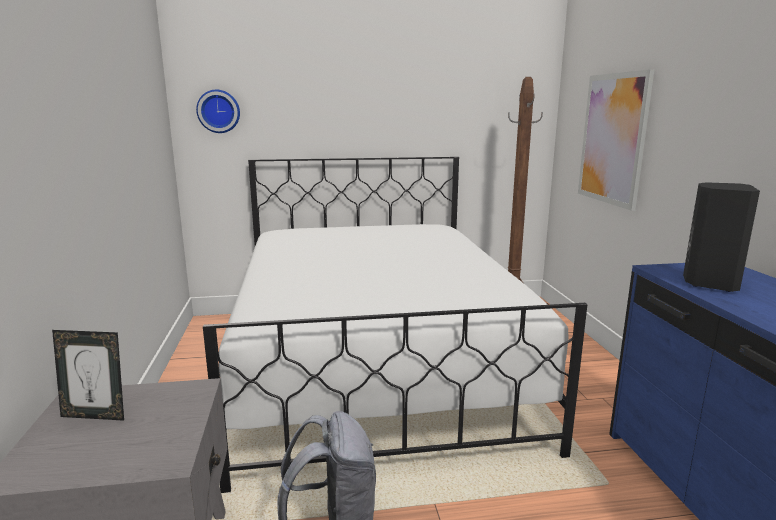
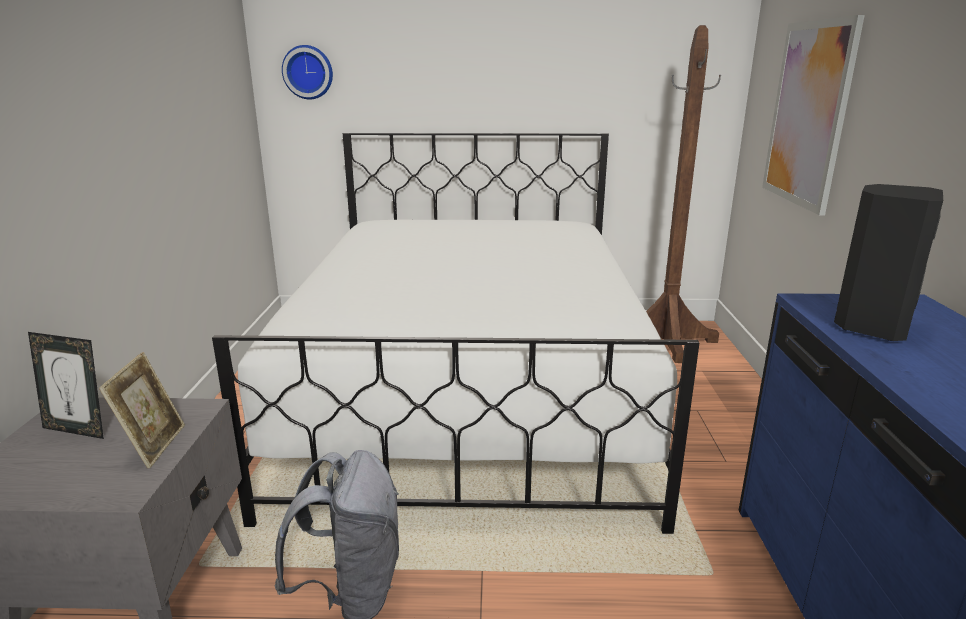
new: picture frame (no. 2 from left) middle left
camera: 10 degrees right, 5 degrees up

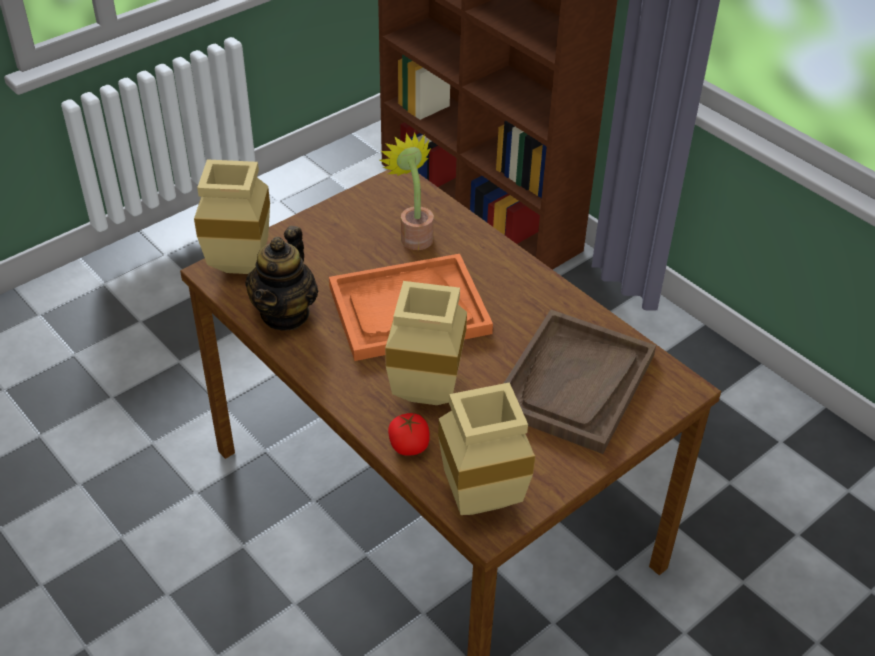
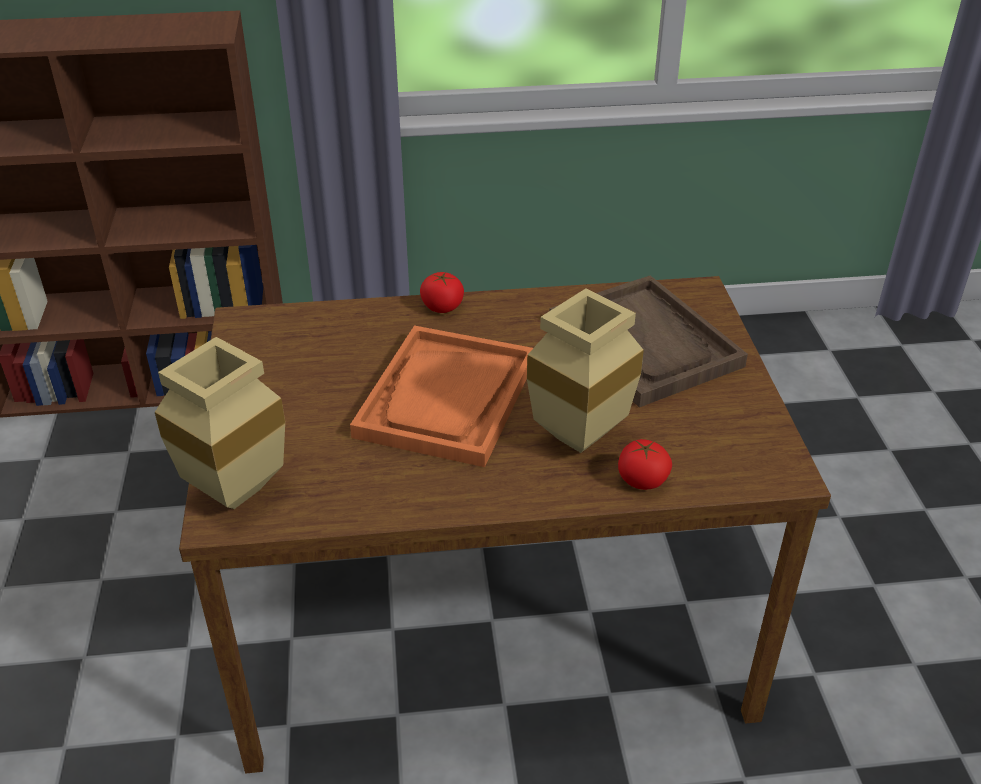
gone: teapot middle left; potted plant top centre; vase in beige (no. 3 from left) bottom centre
new: tomato (no. 1 from left) centre
camera: 55 degrees left, 5 degrees down

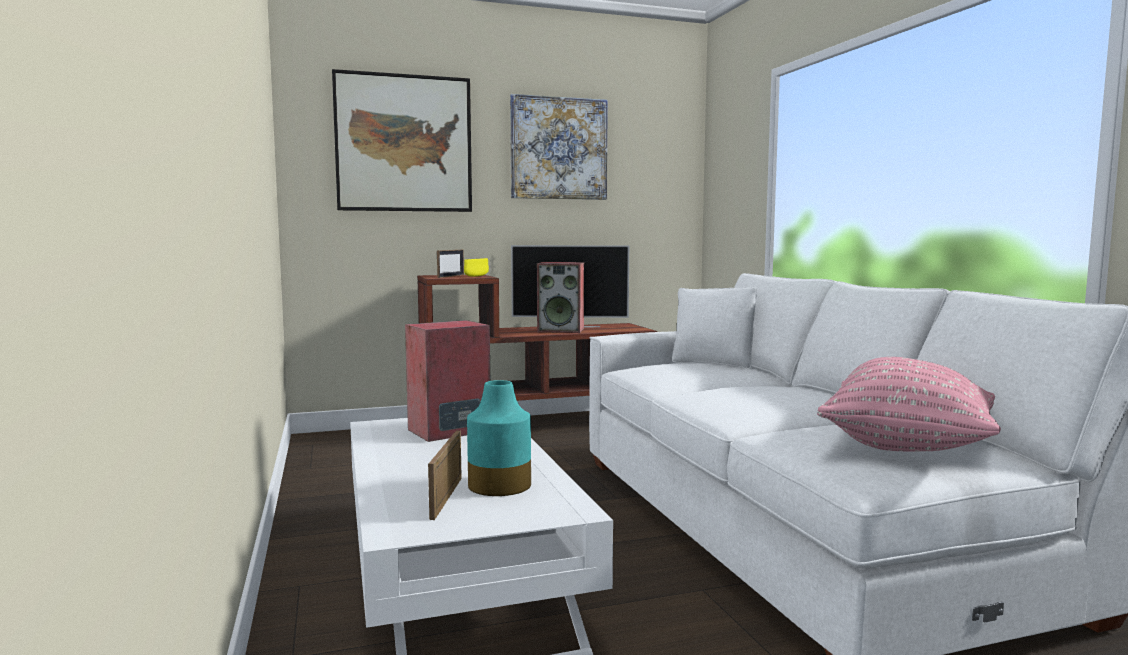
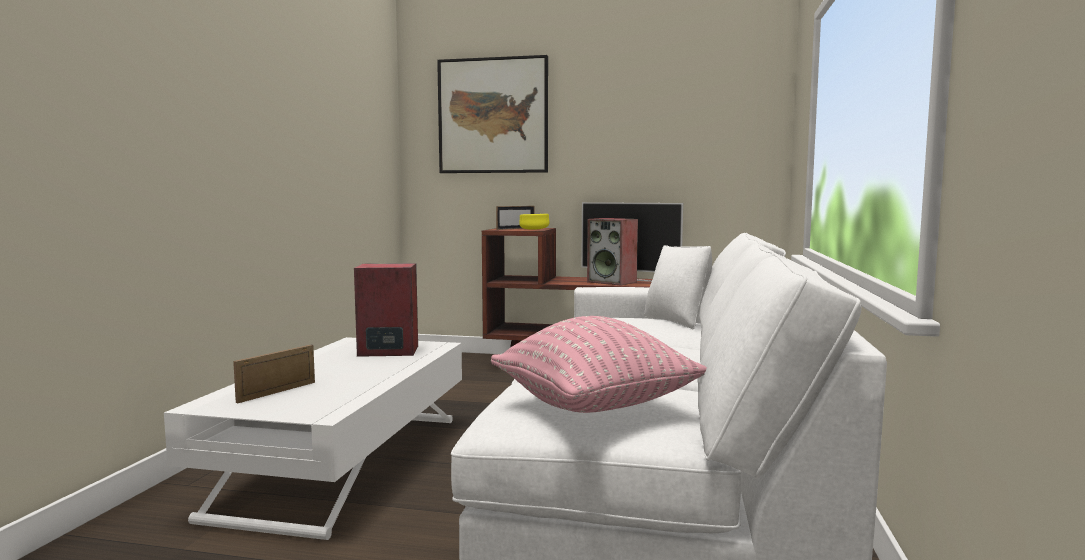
gone: vase in turquoise bottom centre; picture (no. 2 from left) top centre
camera: 30 degrees right, 0 degrees up

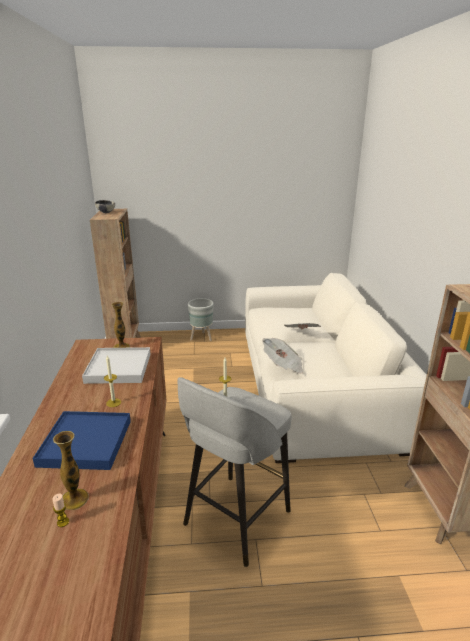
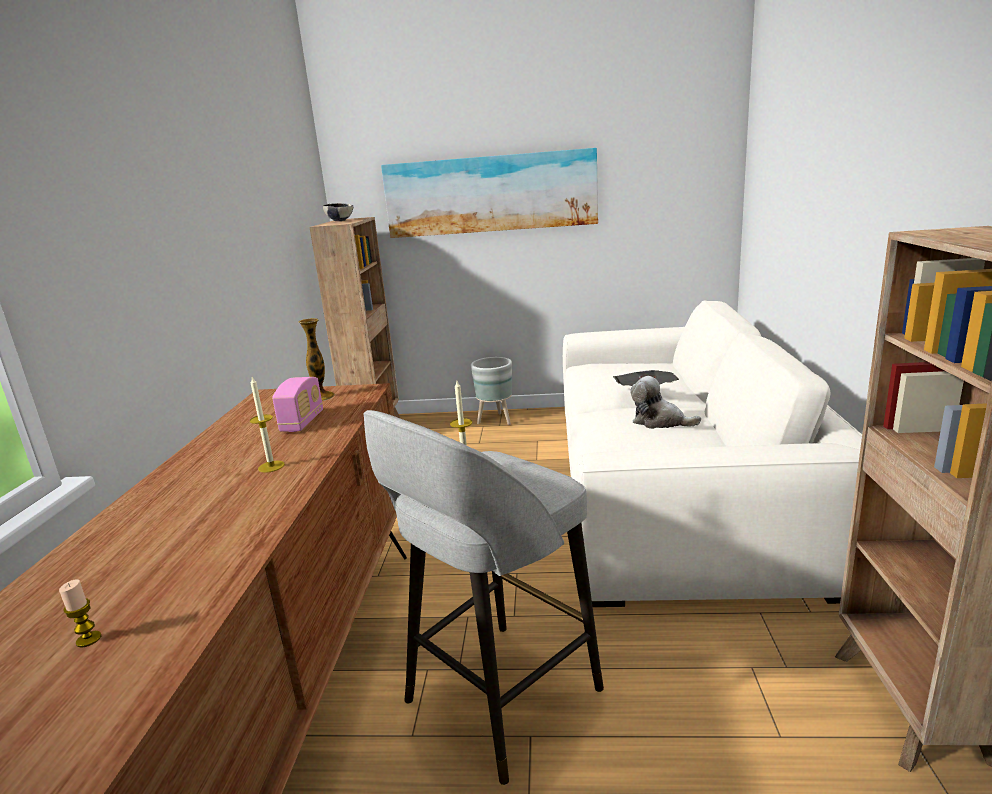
gone: tray in blue bottom left; vase (no. 1 from left) bottom left; newspaper (no. 1 from left) centre
new: picture top centre; plush toy middle right
swapped: tray in white middle left to radio middle left
camera: 10 degrees right, 5 degrees down

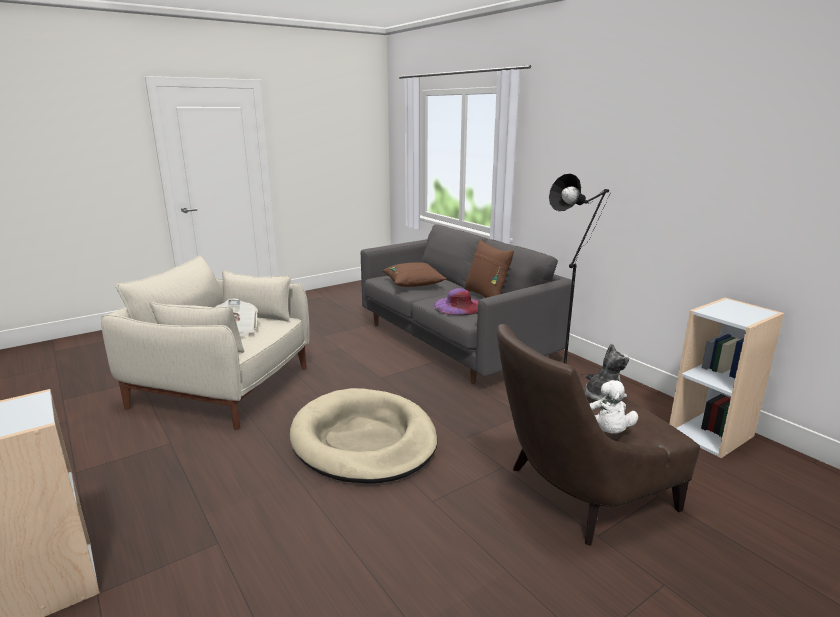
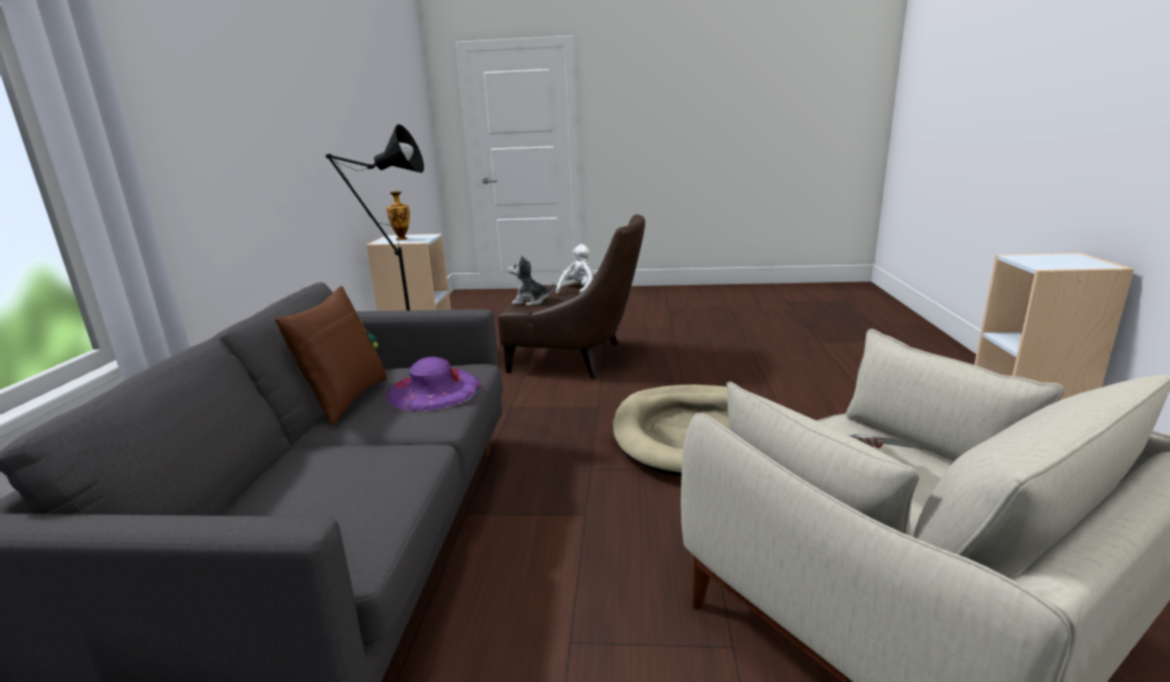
gone: pillow in brown (no. 1 from left) centre
new: vase top centre
camera: 140 degrees left, 0 degrees up

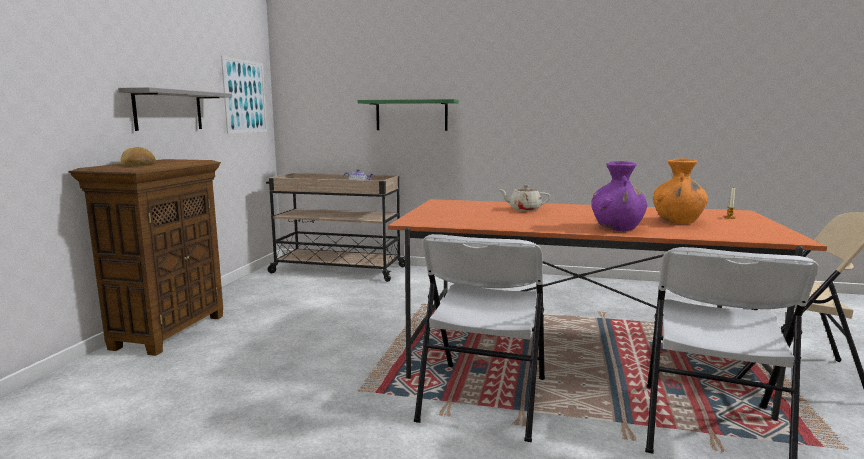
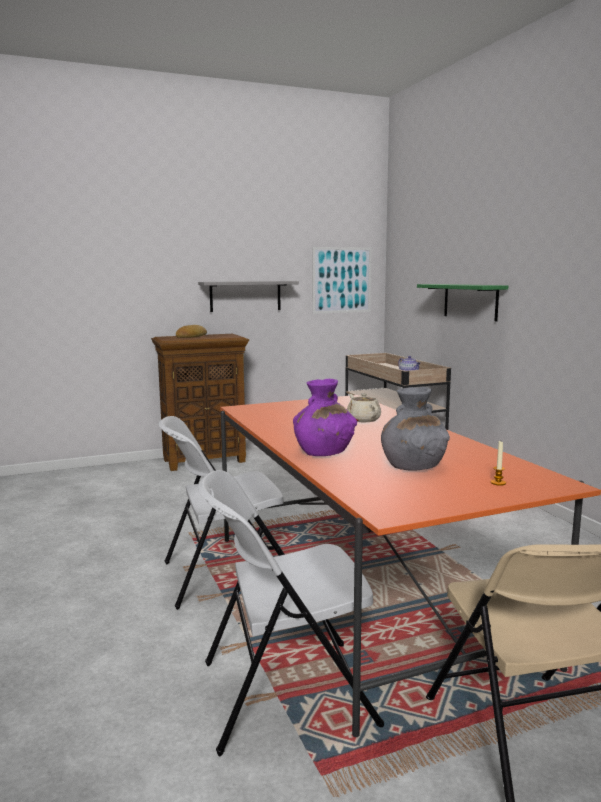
repainted: vase in orange middle right to vase in grey middle right
camera: 55 degrees right, 0 degrees up

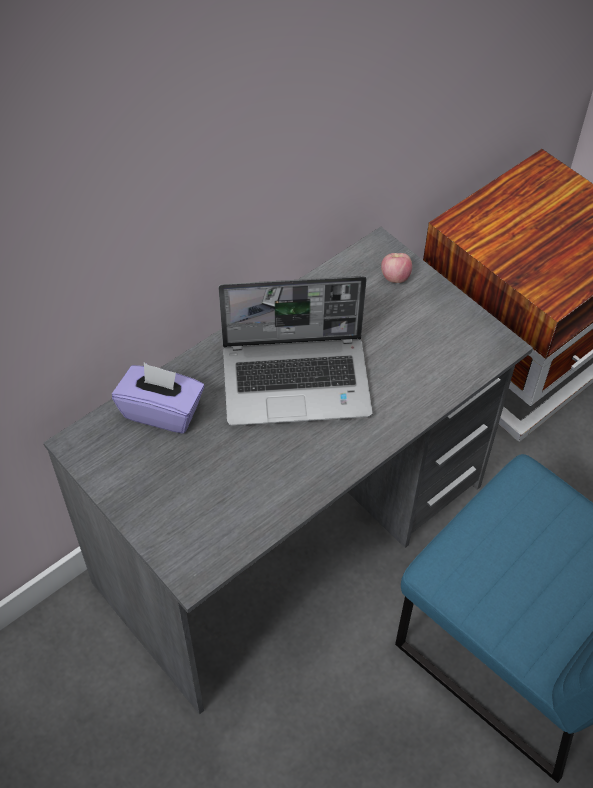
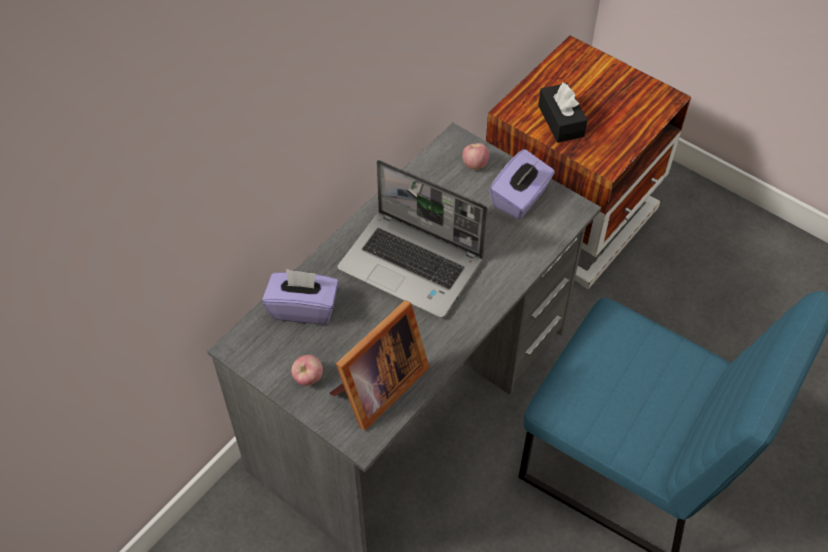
new: apple (no. 1 from left) bottom centre; picture frame centre; tissue box in purple (no. 2 from left) centre; tissue box in black top right
rotated: laptop centre = centre 45 degrees clockwise
camera: 10 degrees left, 0 degrees up

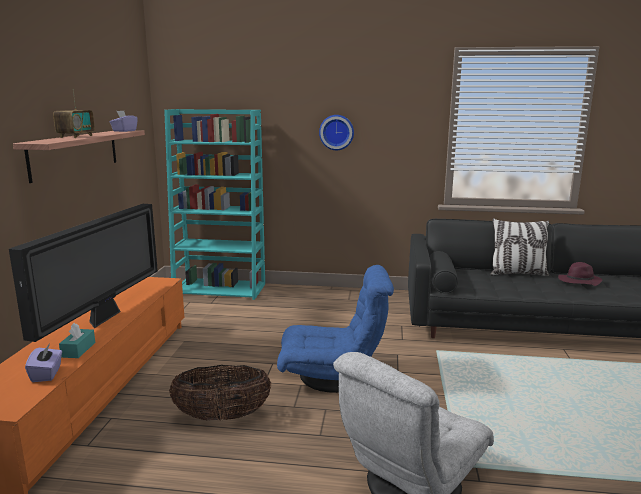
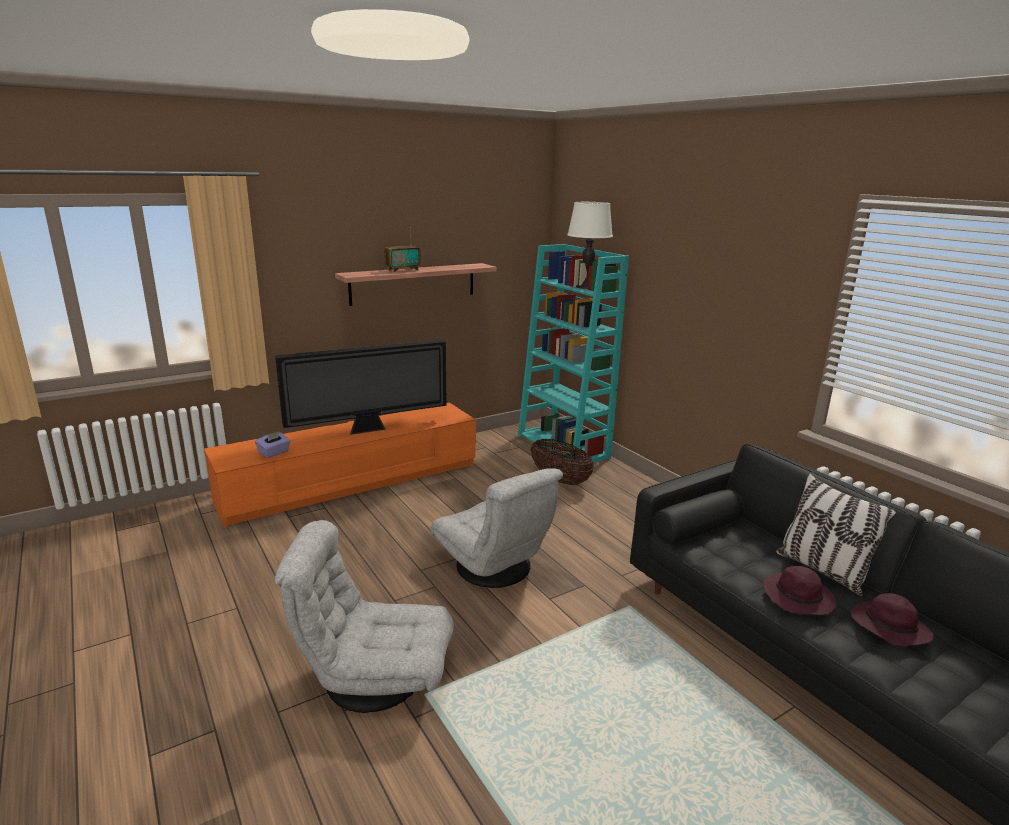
gone: tissue box in turquoise bottom left; tissue box in purple (no. 2 from left) top left; wall clock top centre
new: table lamp in white top centre; hat in purple (no. 1 from left) bottom right
shifted: basket bottom centre to centre
repainted: armchair in blue centre to armchair in grey (no. 2 from left) centre
camera: 50 degrees right, 5 degrees up

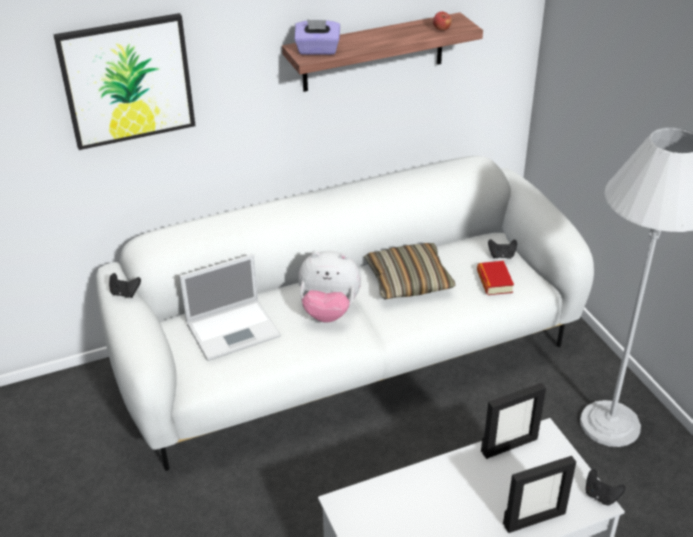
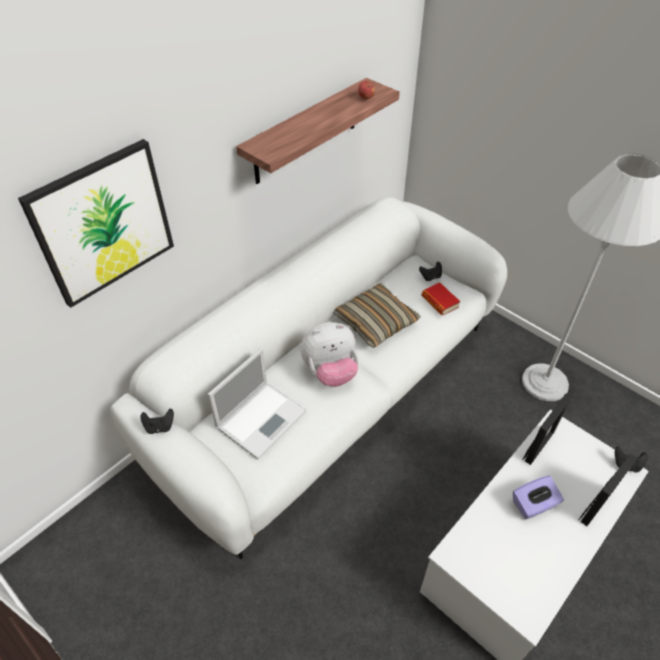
shifted: tissue box in purple top centre to bottom right
camera: 25 degrees left, 10 degrees up

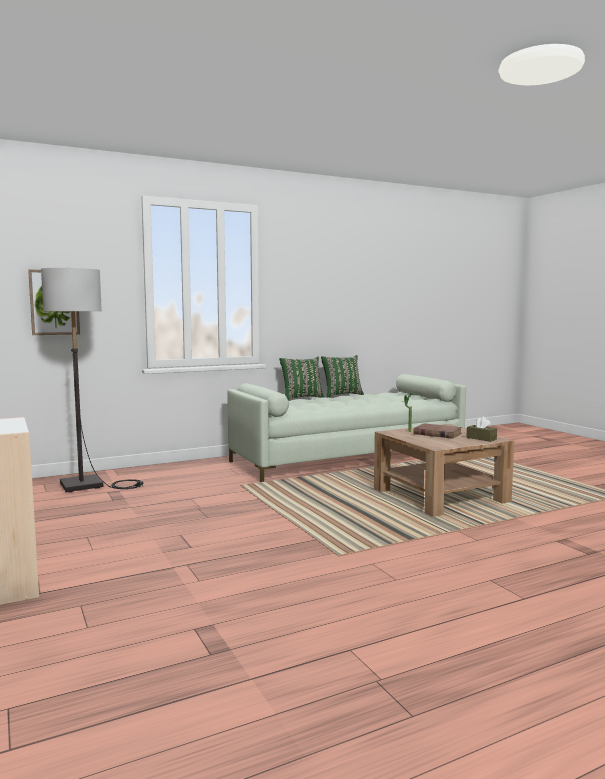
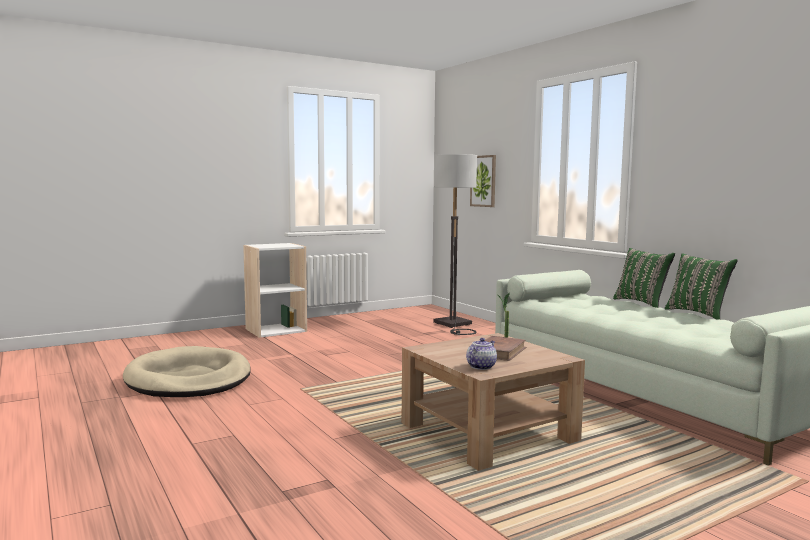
new: dog bed in beige bottom left
swapped: tissue box in brown middle right to teapot centre
camera: 85 degrees right, 0 degrees up

